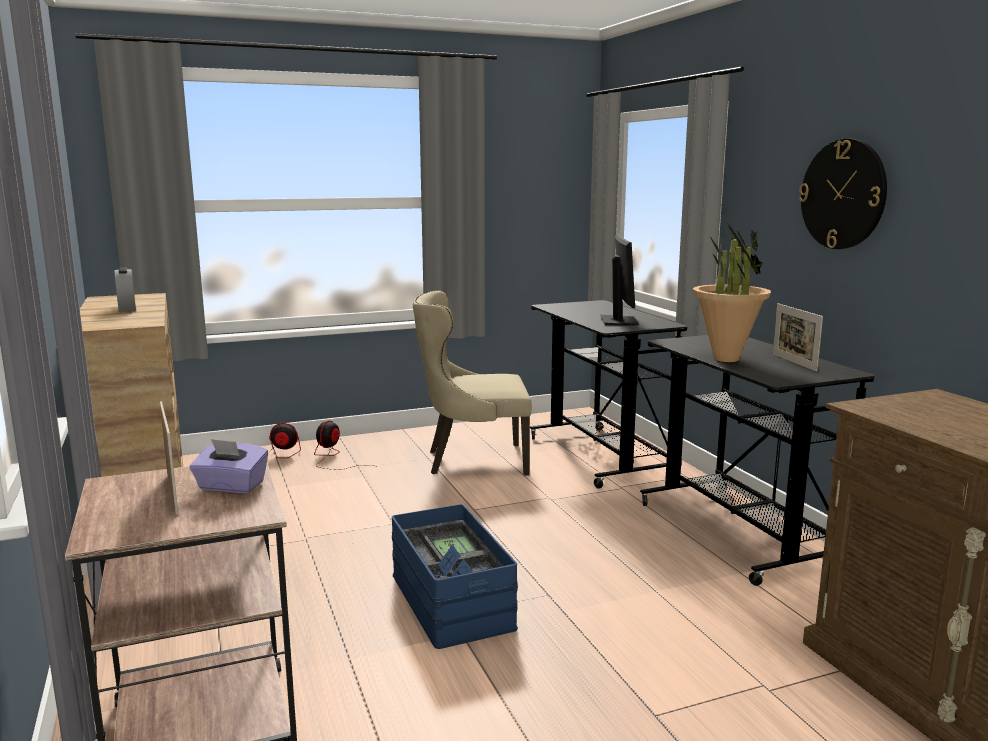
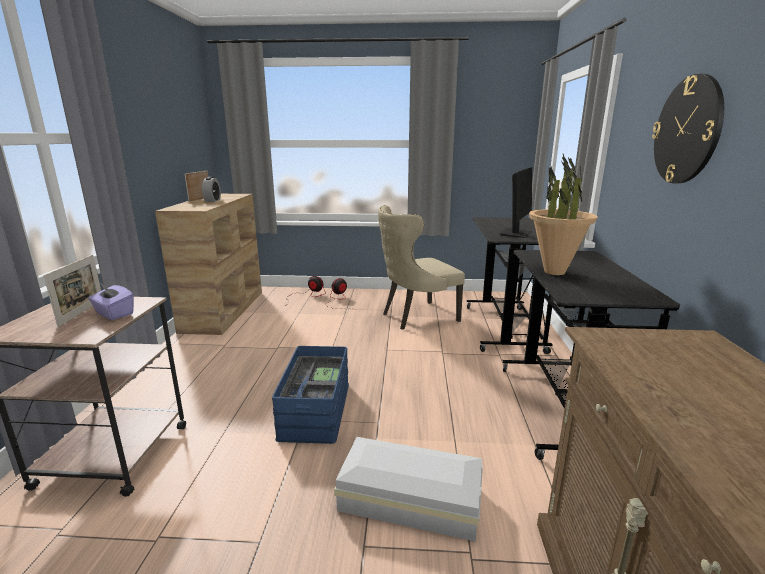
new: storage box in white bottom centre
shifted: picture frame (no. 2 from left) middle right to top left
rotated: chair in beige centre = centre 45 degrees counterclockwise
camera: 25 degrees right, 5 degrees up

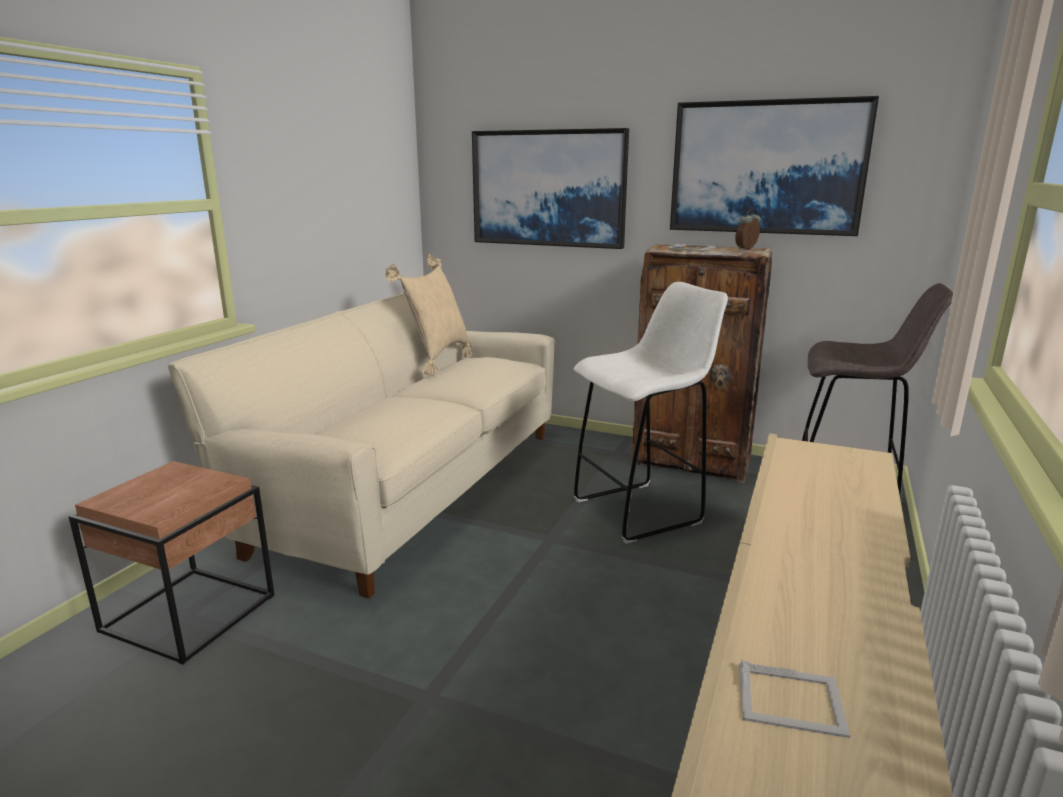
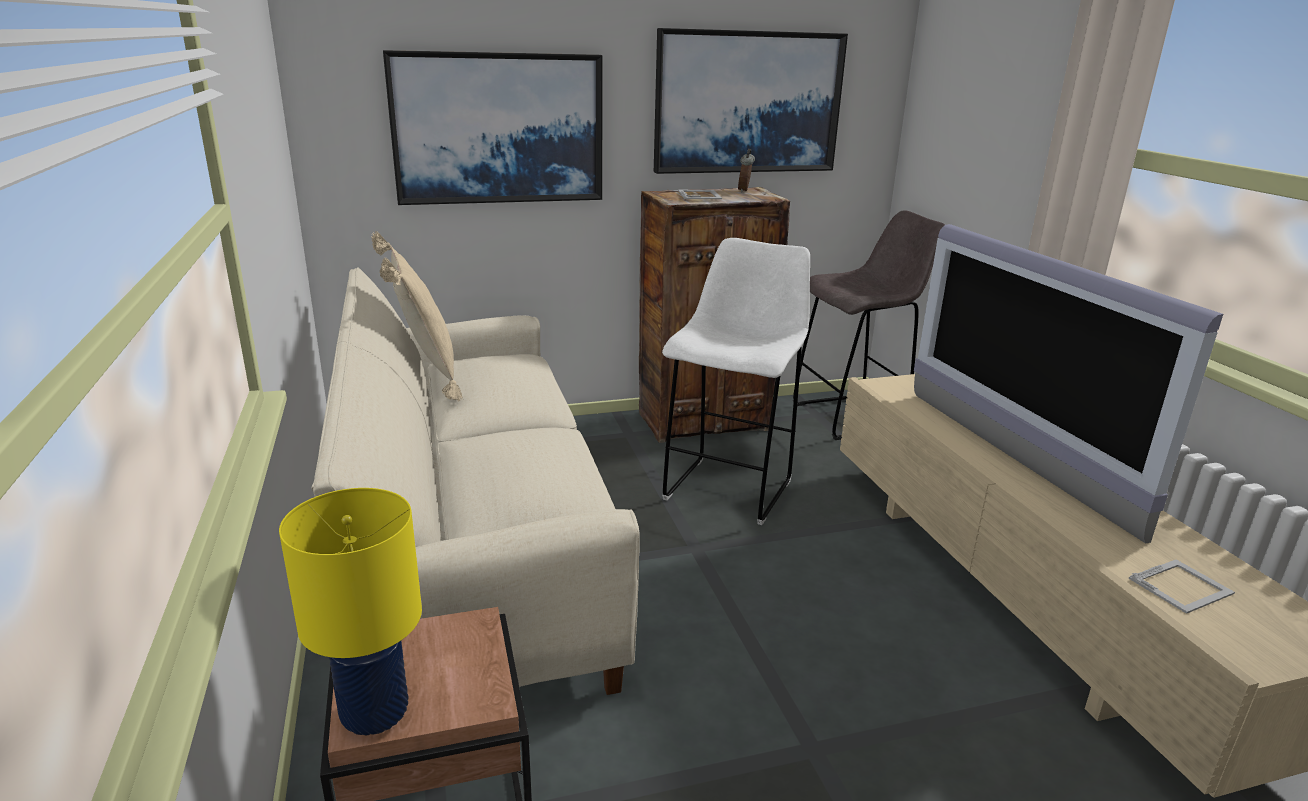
new: table lamp in yellow bottom left; television middle right
camera: 40 degrees left, 5 degrees up

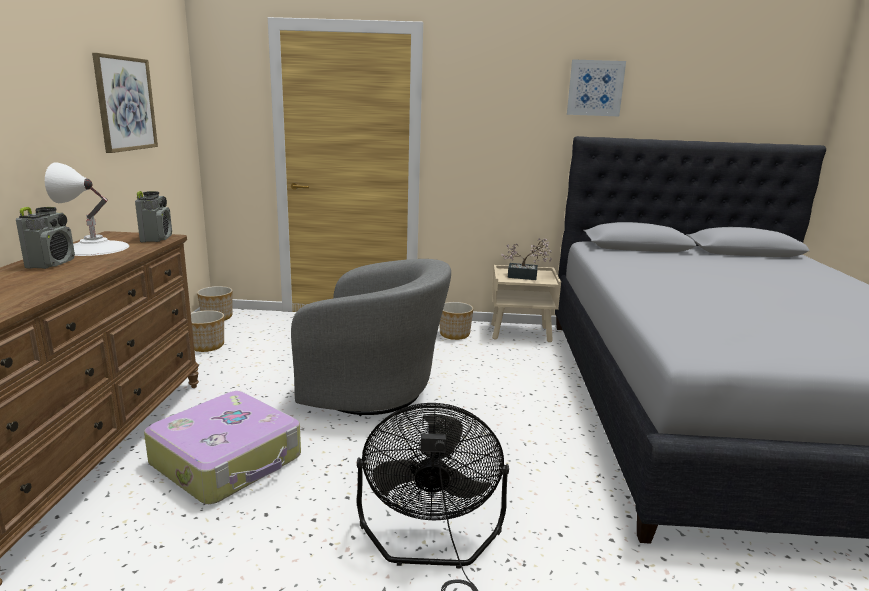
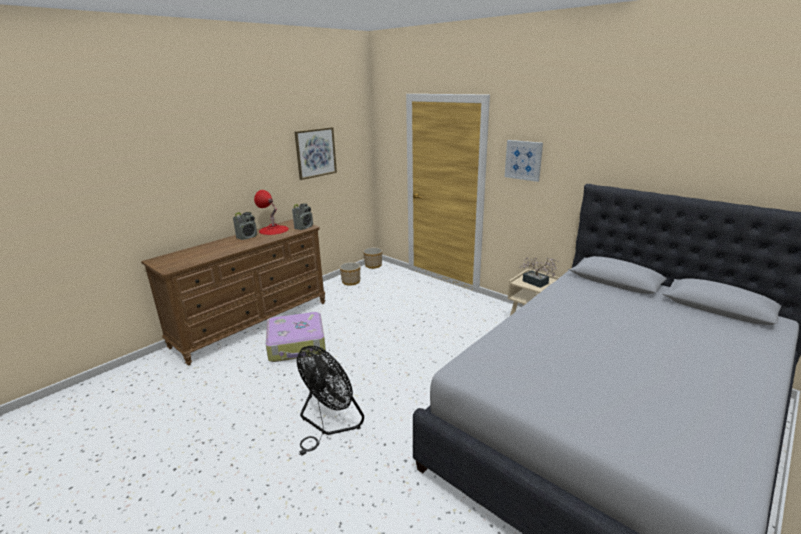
gone: armchair in grey centre; planter (no. 3 from left) centre
shifted: picture (no. 2 from left) top right to top centre
repainted: table lamp in white middle left to table lamp in red centre
camera: 40 degrees right, 5 degrees up

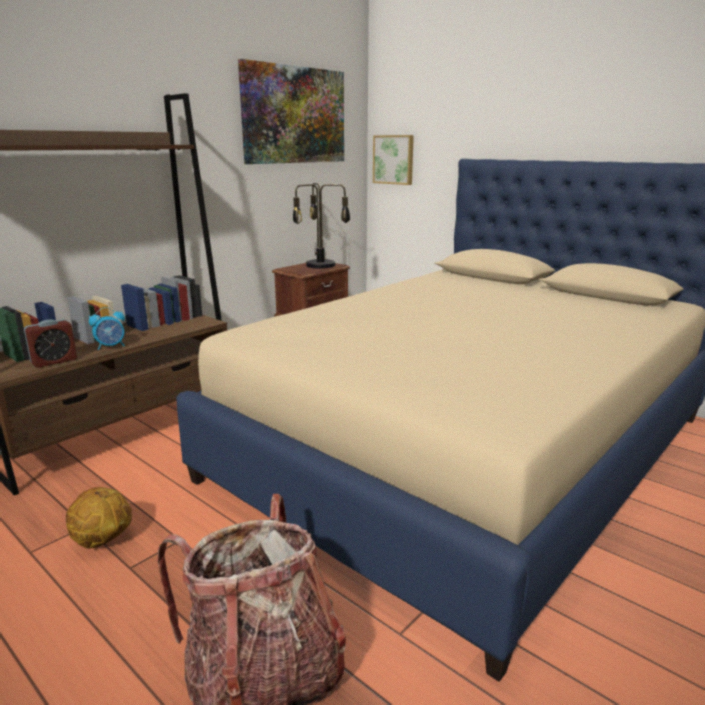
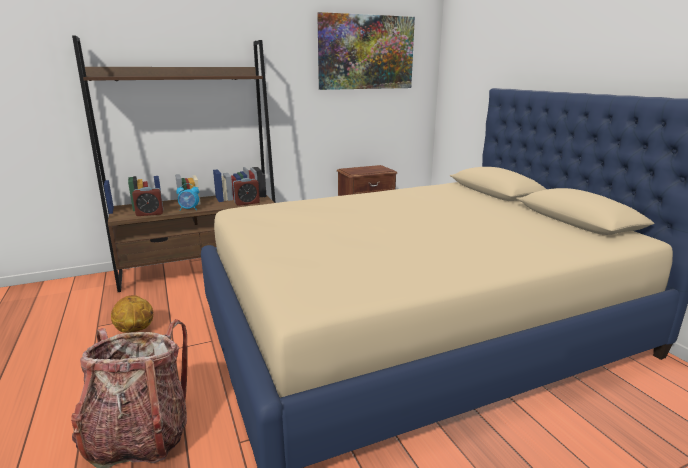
gone: table lamp top centre; picture (no. 2 from left) top centre
new: alarm clock (no. 3 from left) centre
camera: 25 degrees right, 0 degrees up

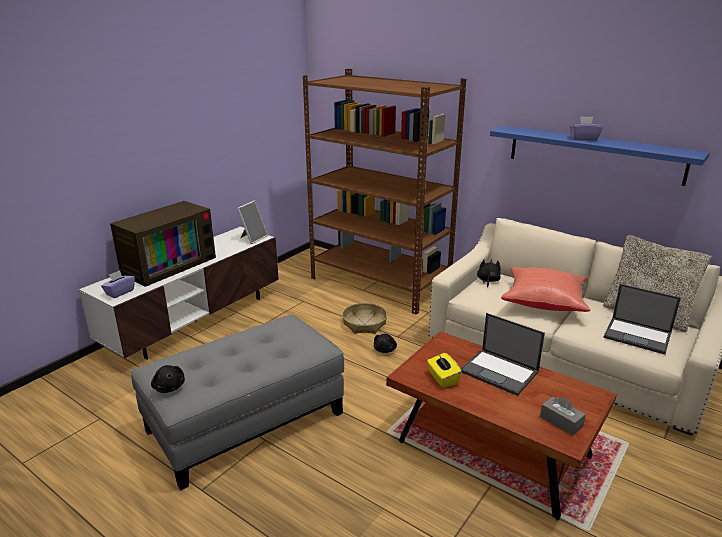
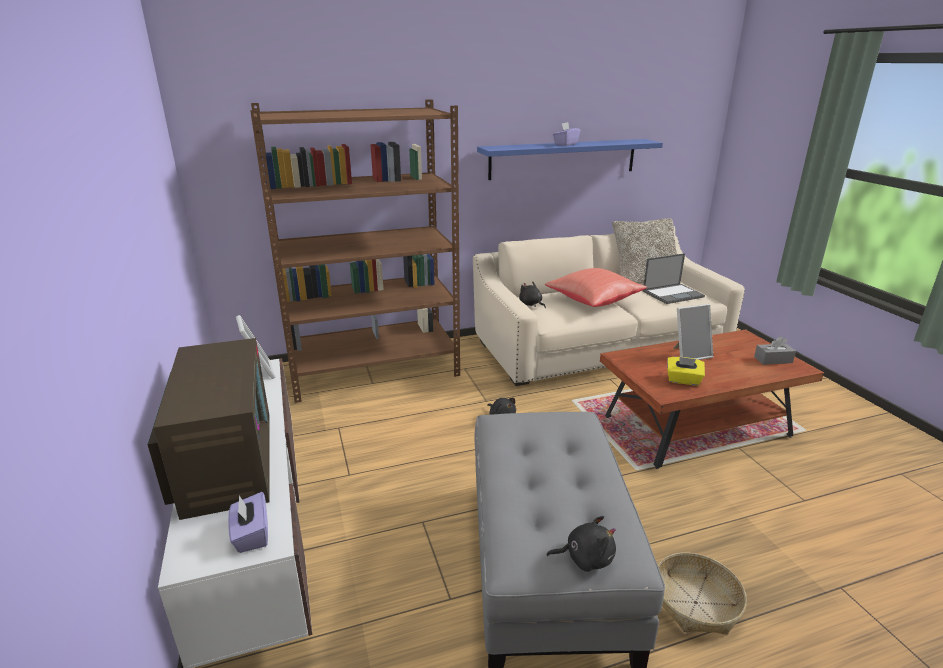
shifted: basket centre to bottom right
swapped: laptop (no. 1 from left) middle right to picture frame (no. 2 from left) middle right
camera: 55 degrees left, 0 degrees up

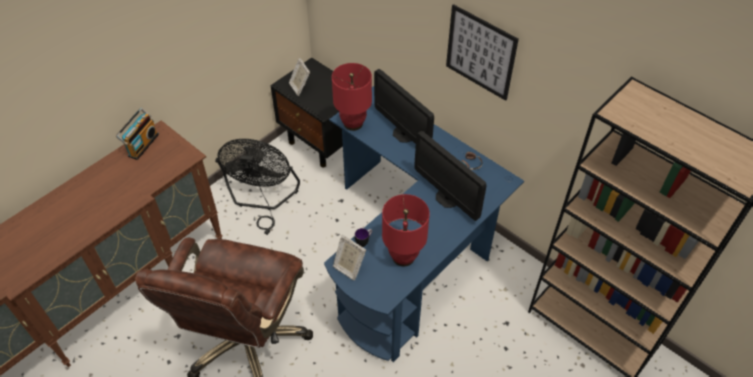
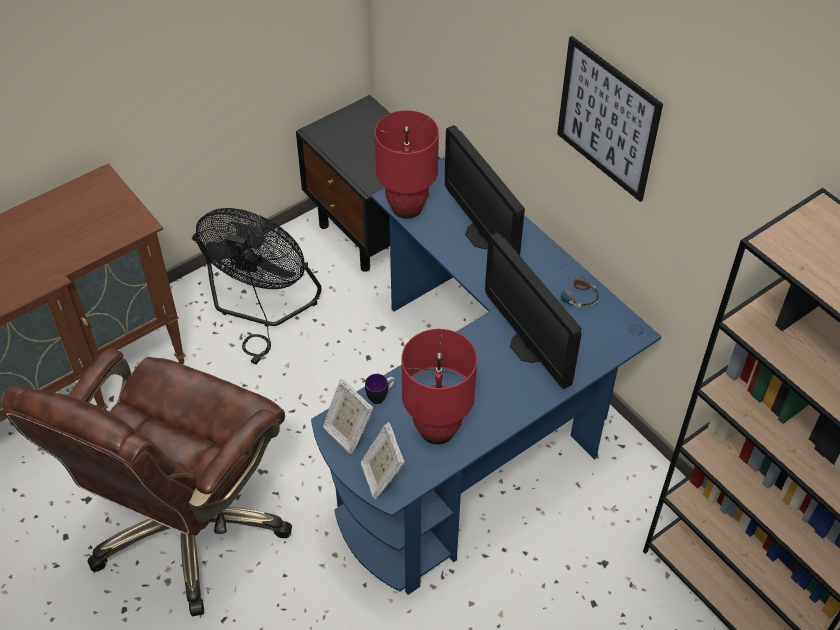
gone: radio middle left
shifted: picture frame (no. 1 from left in the first image) top centre to picture frame (no. 2 from left) bottom centre
camera: 10 degrees right, 0 degrees up

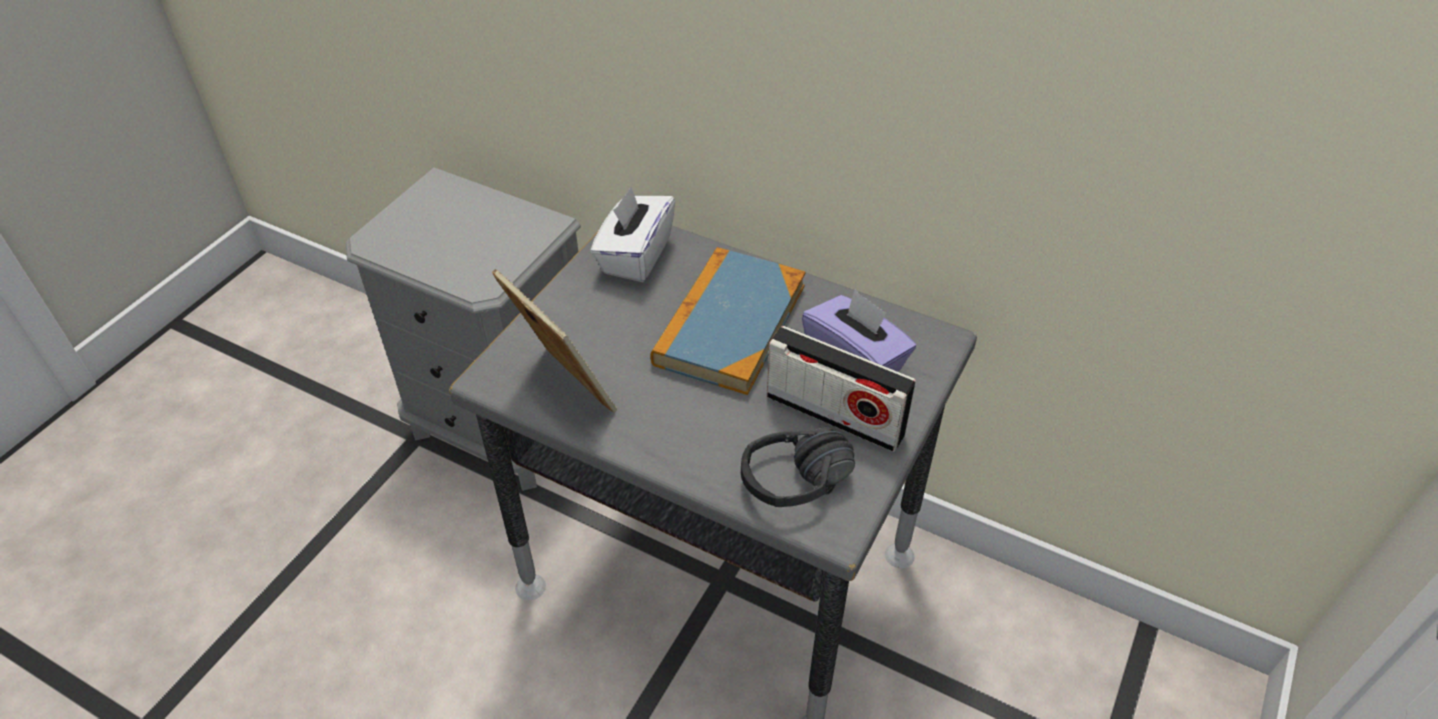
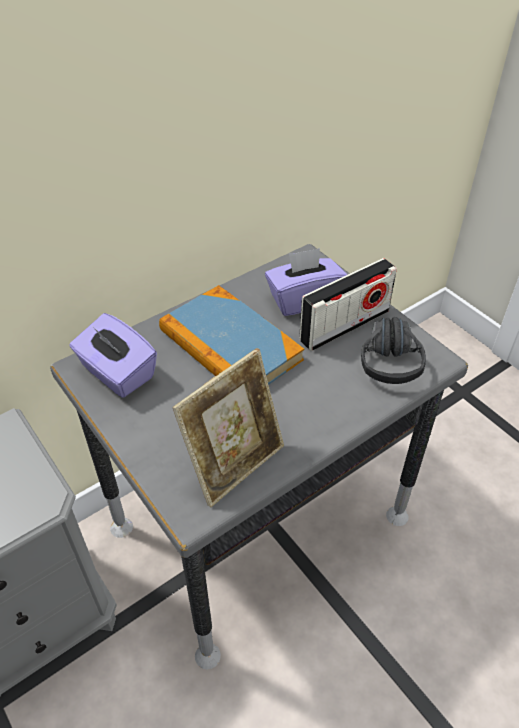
repainted: tissue box in white top centre to tissue box in purple (no. 1 from left) middle left
rotated: picture frame centre = centre 150 degrees clockwise
camera: 65 degrees left, 0 degrees up

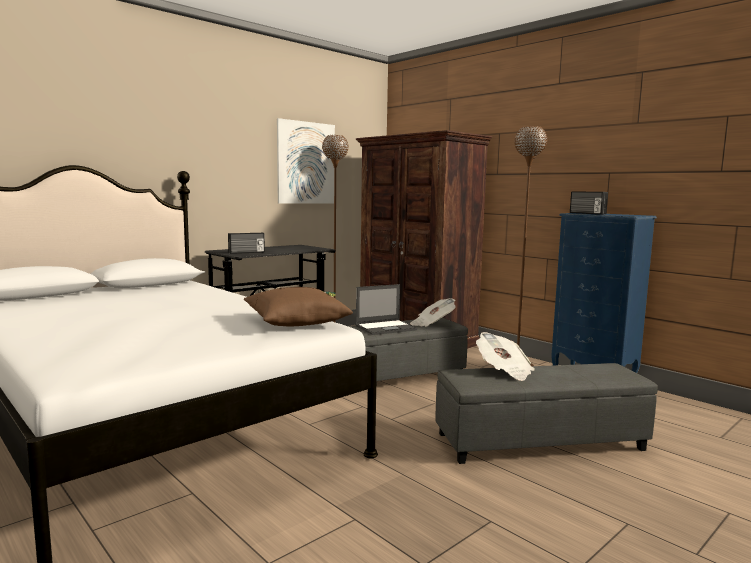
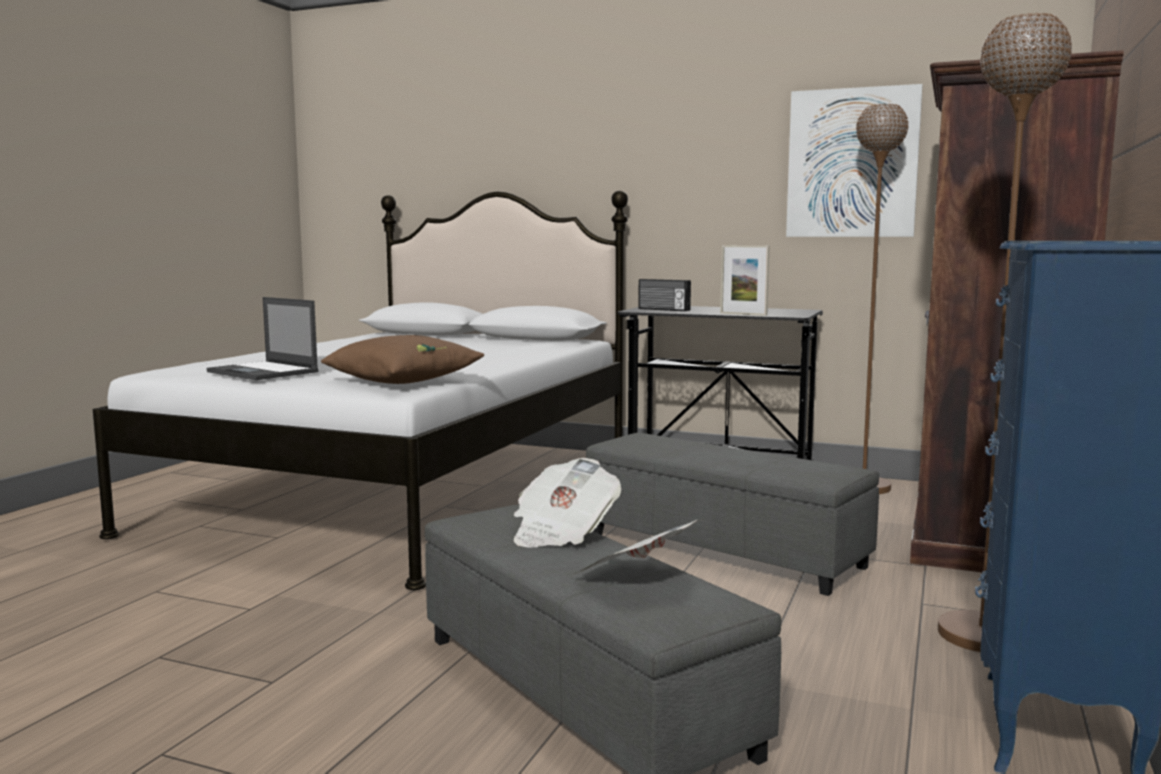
gone: radio (no. 2 from left) middle right
new: picture frame centre
shifted: laptop centre to middle left; newspaper (no. 1 from left in the first image) centre to newspaper (no. 2 from left) bottom centre
camera: 65 degrees right, 0 degrees up

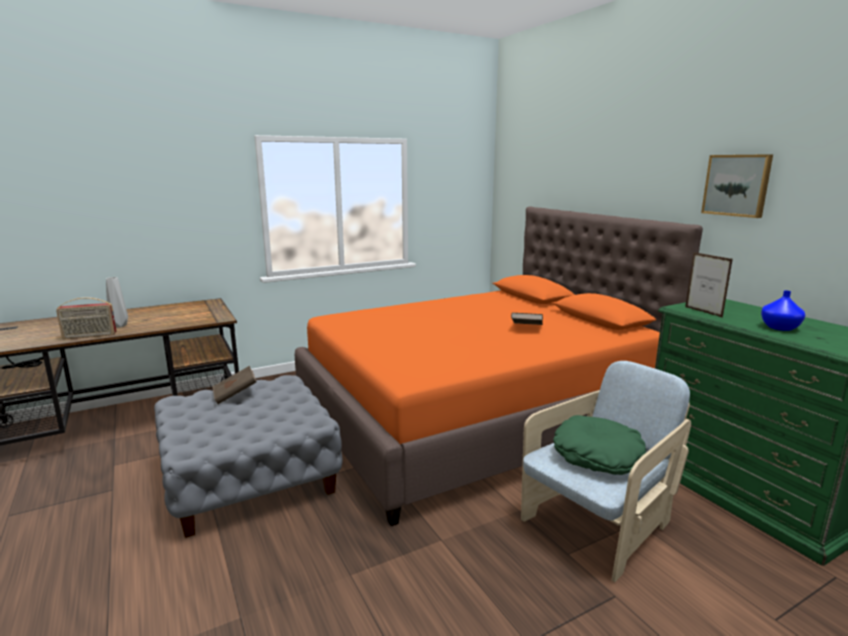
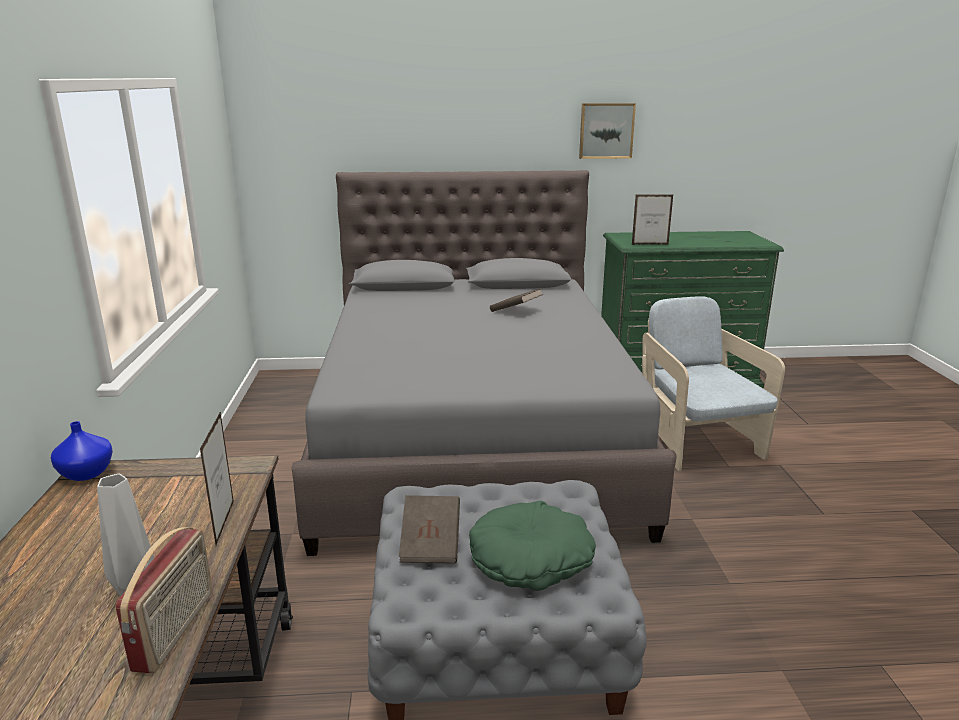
new: picture frame (no. 1 from left) middle left
shifted: vase in blue middle right to middle left; pillow in green bottom right to bottom centre
repainted: bed in orange centre to bed in grey centre
camera: 65 degrees left, 5 degrees up

